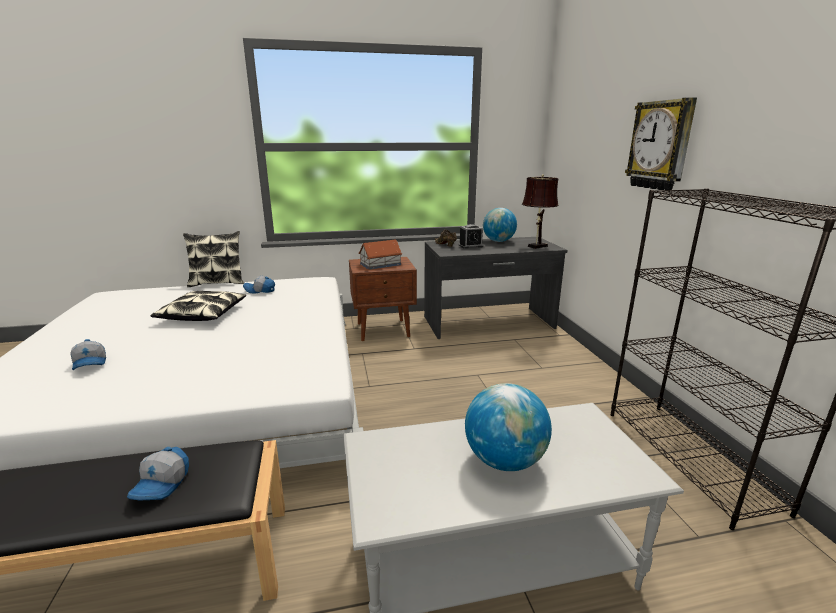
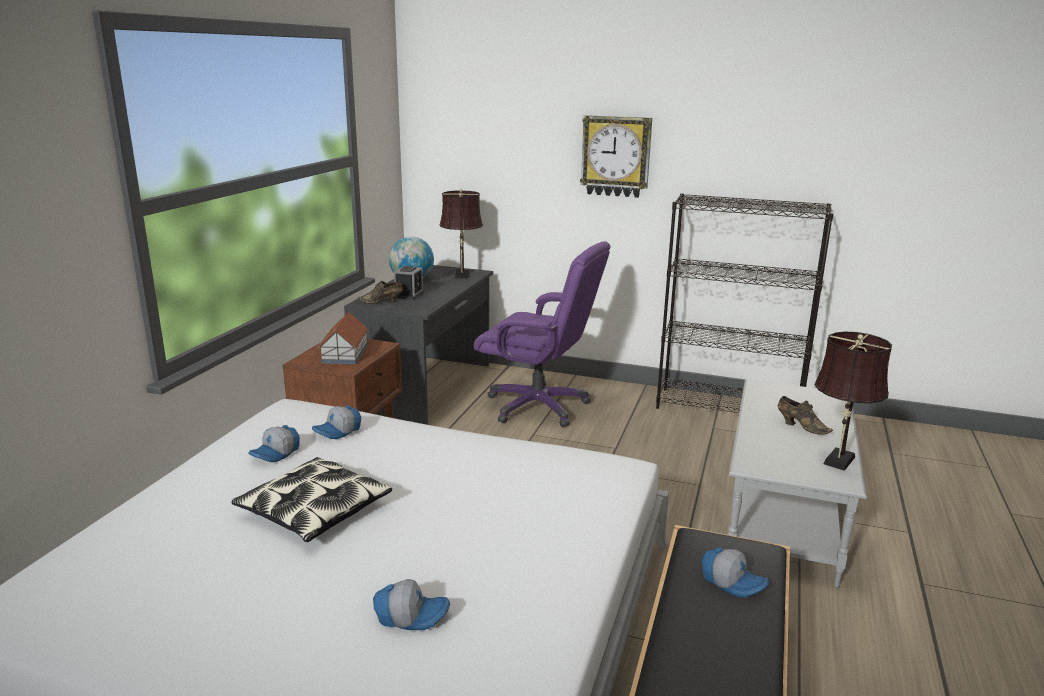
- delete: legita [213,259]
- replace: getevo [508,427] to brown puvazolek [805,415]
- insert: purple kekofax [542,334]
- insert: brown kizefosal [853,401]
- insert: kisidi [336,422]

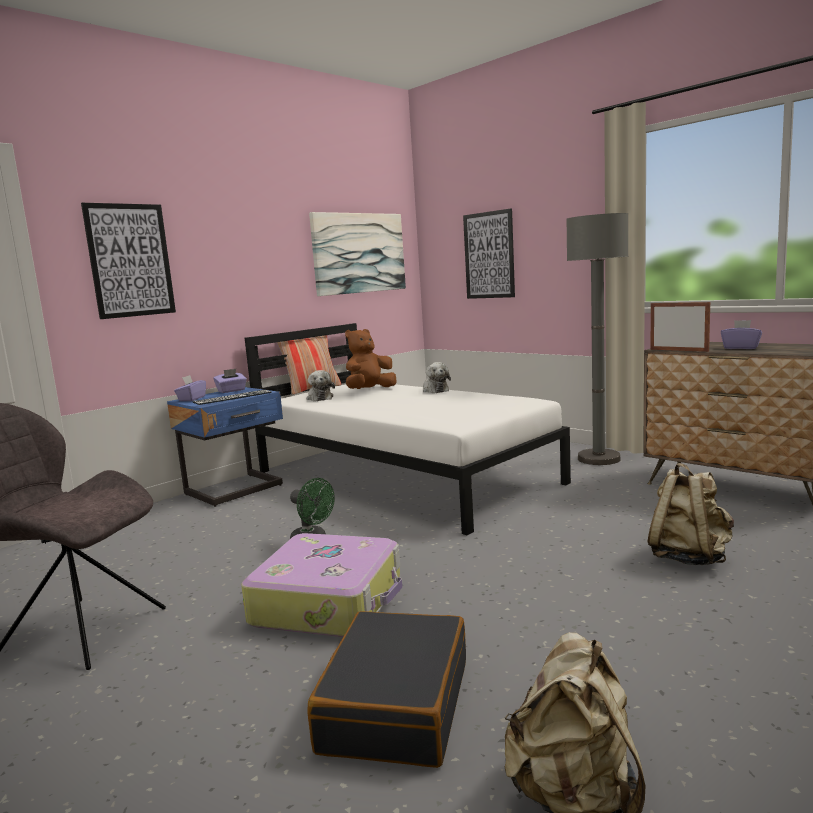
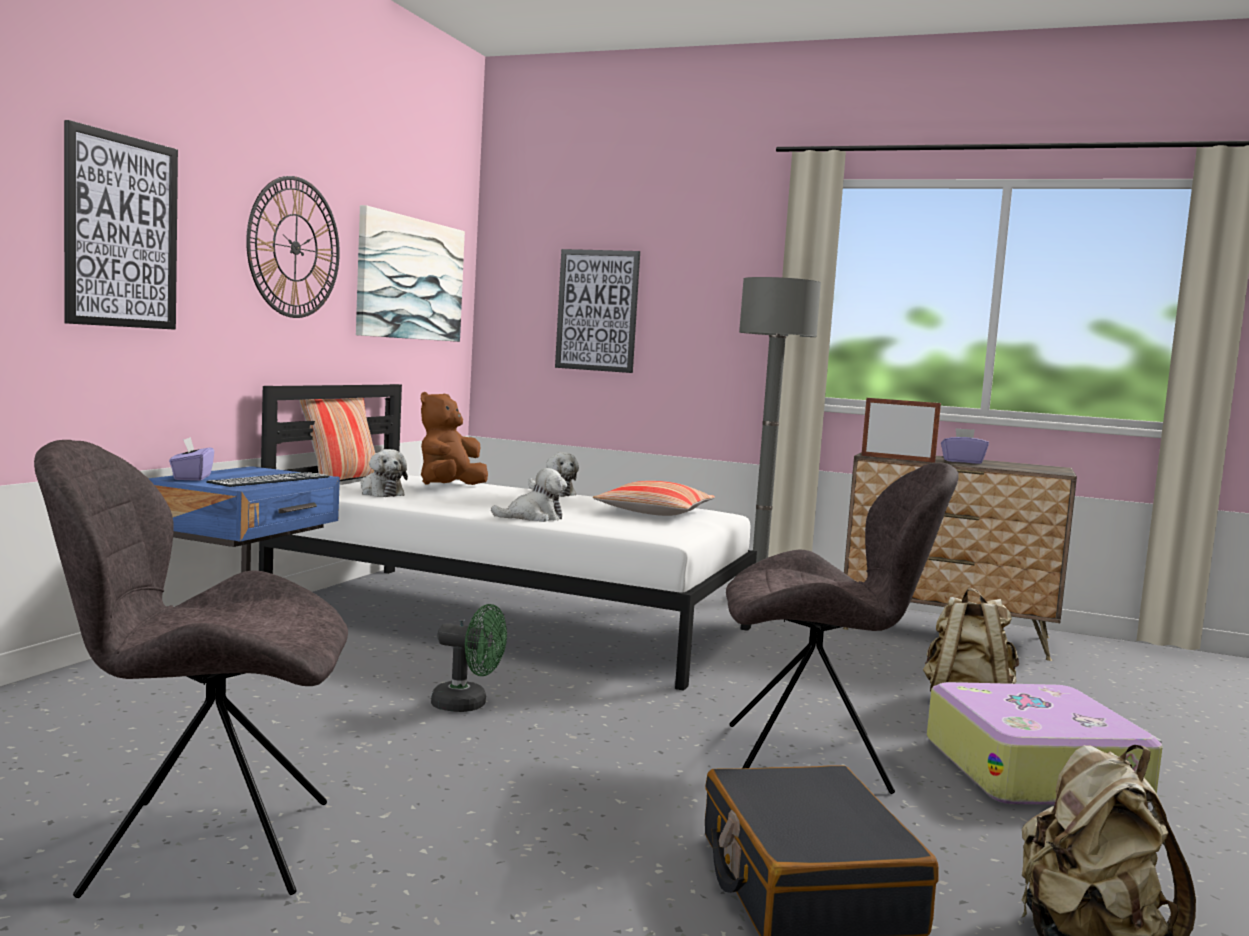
- delete: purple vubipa [230,381]
- move: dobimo [322,585] to [1044,743]
- insert: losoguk [293,247]
- insert: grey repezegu [842,628]
- insert: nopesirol [529,495]
- insert: legita [654,498]

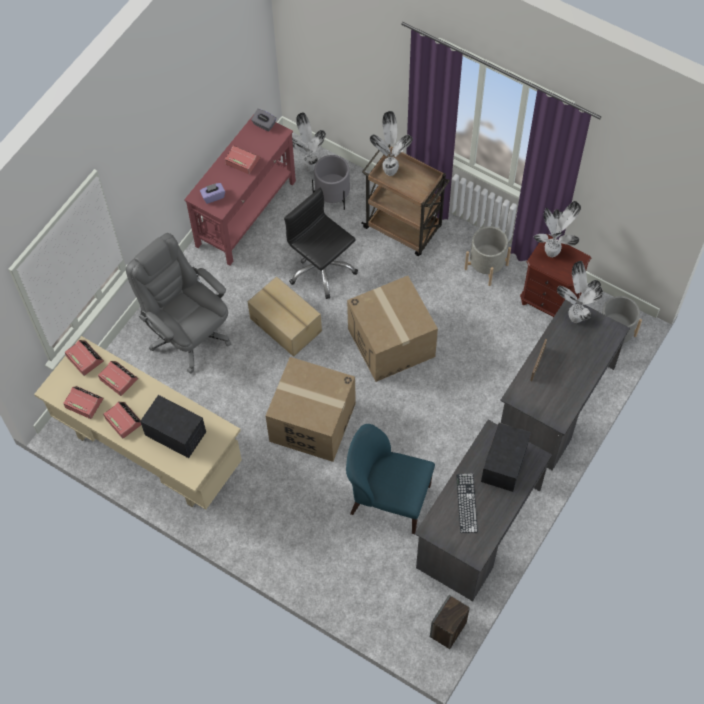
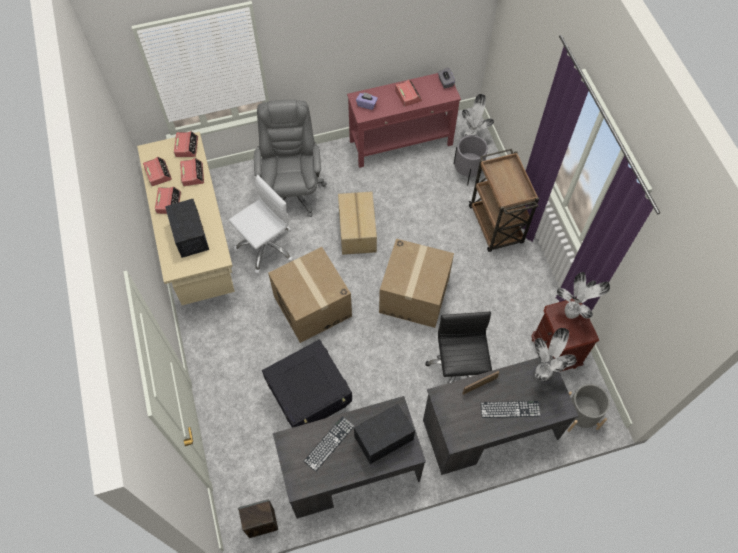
- delete: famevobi [391,143]
- move: black kekofax [321,243] to [458,347]
- delete: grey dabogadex [487,256]
- replace: blue repezegu [390,479] to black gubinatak [307,383]
- insert: white kekofax [261,224]
- insert: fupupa [510,409]

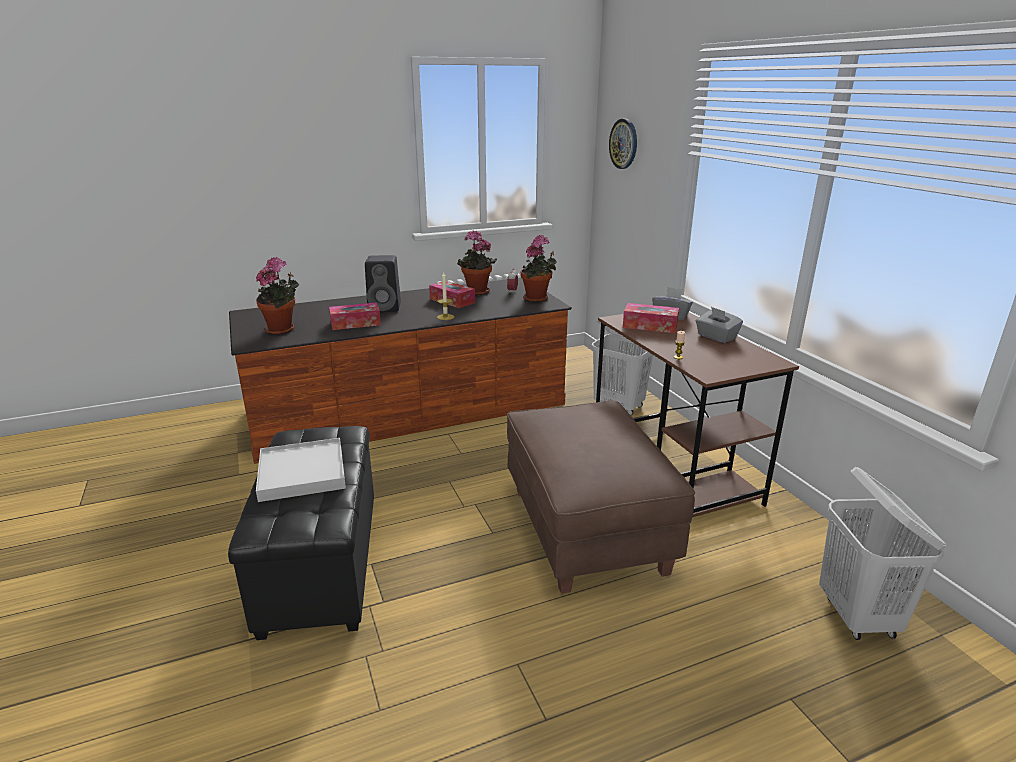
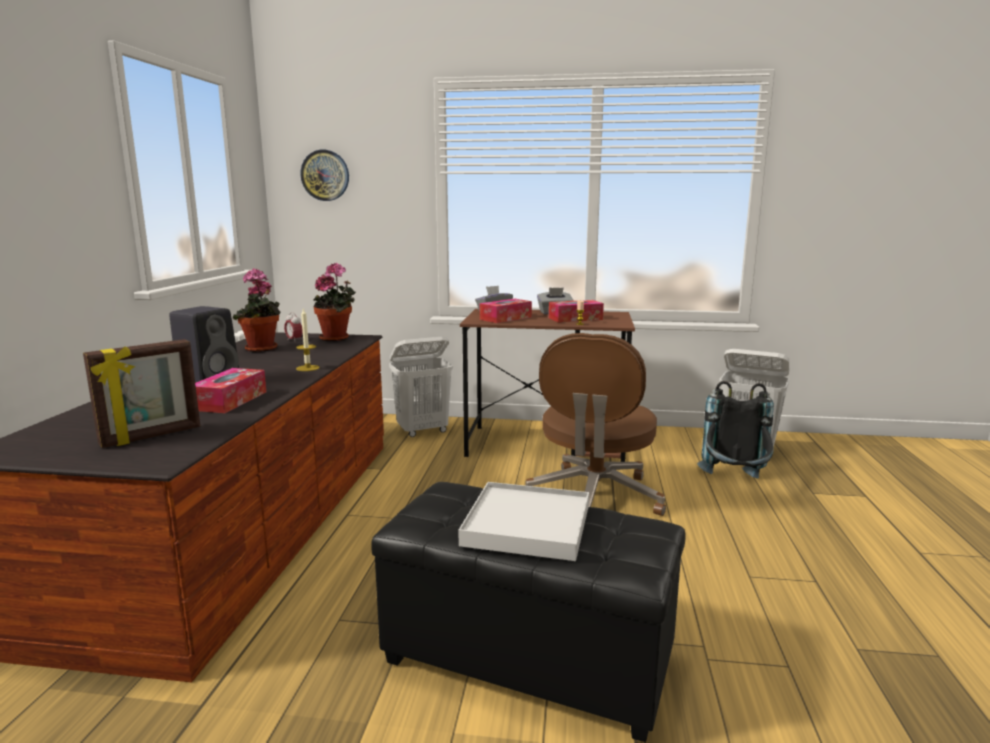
- replace: famevobi [277,296] to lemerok [141,393]
- move: vubipa [452,294] to [576,311]
- replace: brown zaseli [601,497] to brown kekofax [595,424]
- insert: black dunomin [735,429]

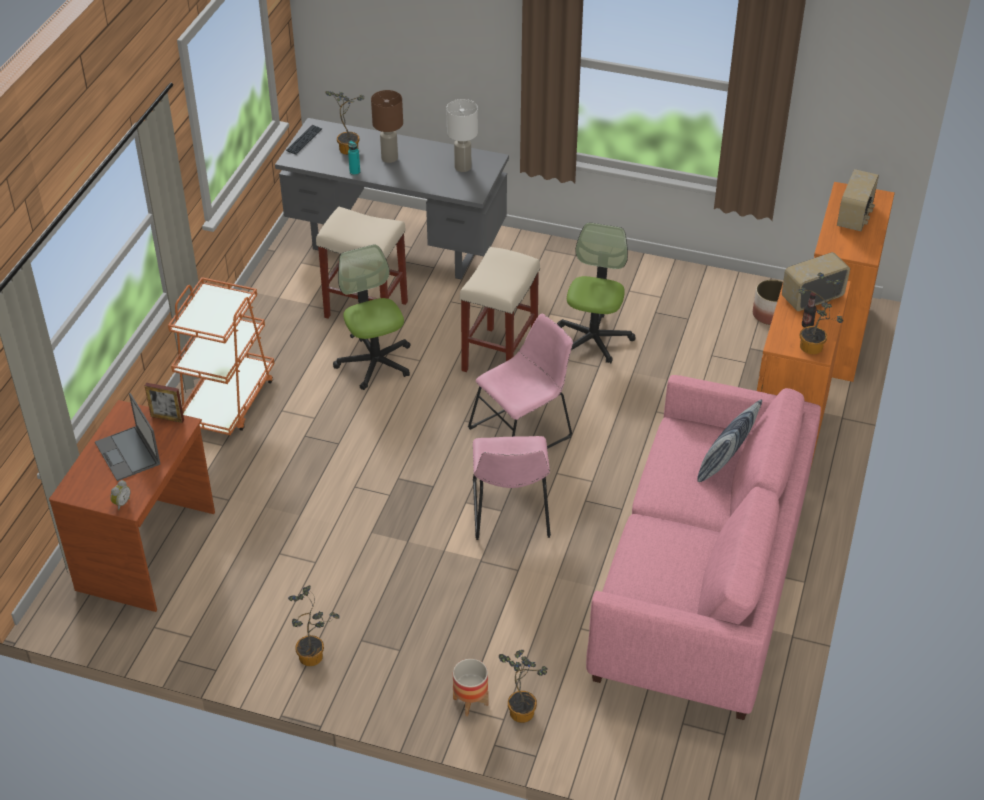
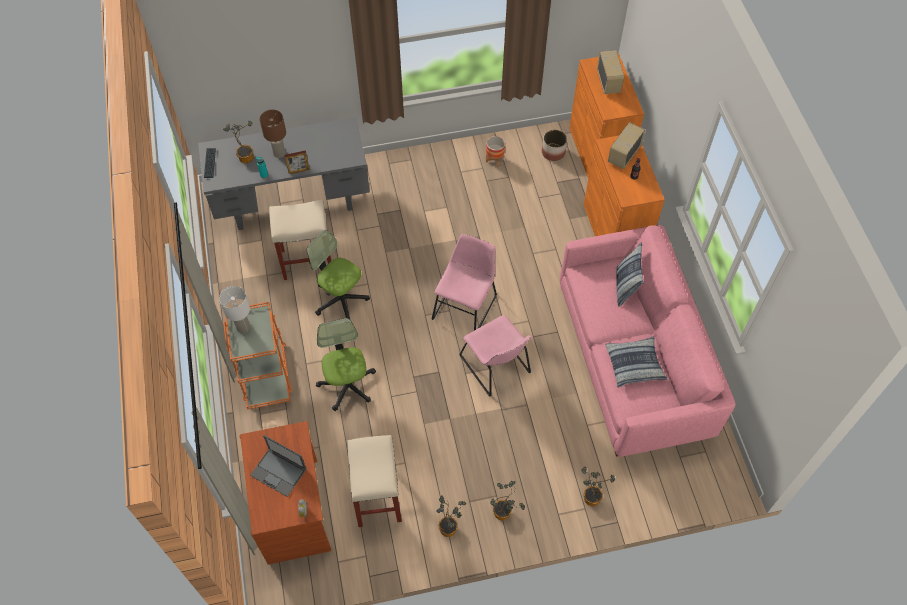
- move: white kizefosal [462,135] to [234,309]
- move: kekofax [596,292] to [346,364]
- move: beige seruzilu [500,309] to [374,481]
- move: famevobi [821,313] to [507,500]
- move: lemerok [164,403] to [297,162]
- move: dabogadex [471,687] to [495,151]
- insert: legita [636,361]

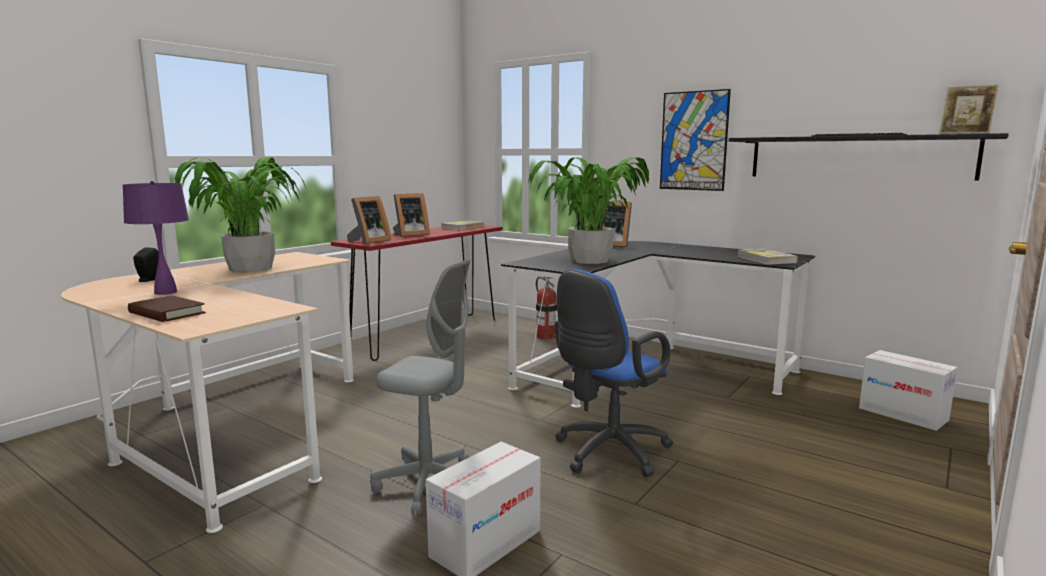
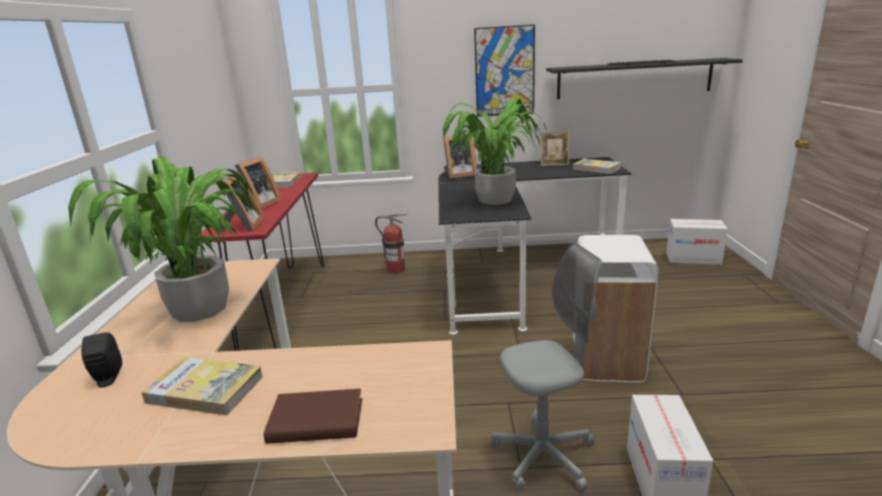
- move: lemerok [969,109] to [555,149]
- replace: purple kizefosal [155,238] to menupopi [202,386]
- replace: blue kekofax [614,373] to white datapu [615,308]

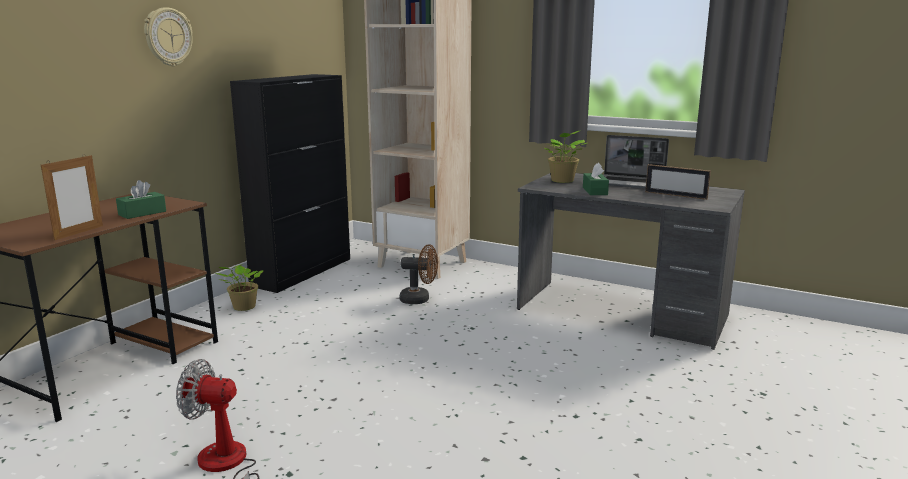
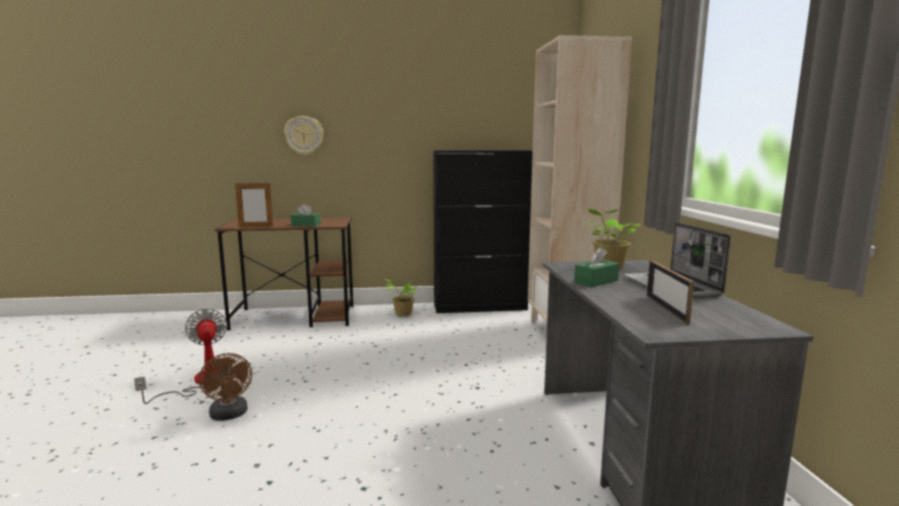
- move: losoguk [168,36] to [304,136]
- move: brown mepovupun [419,274] to [225,387]

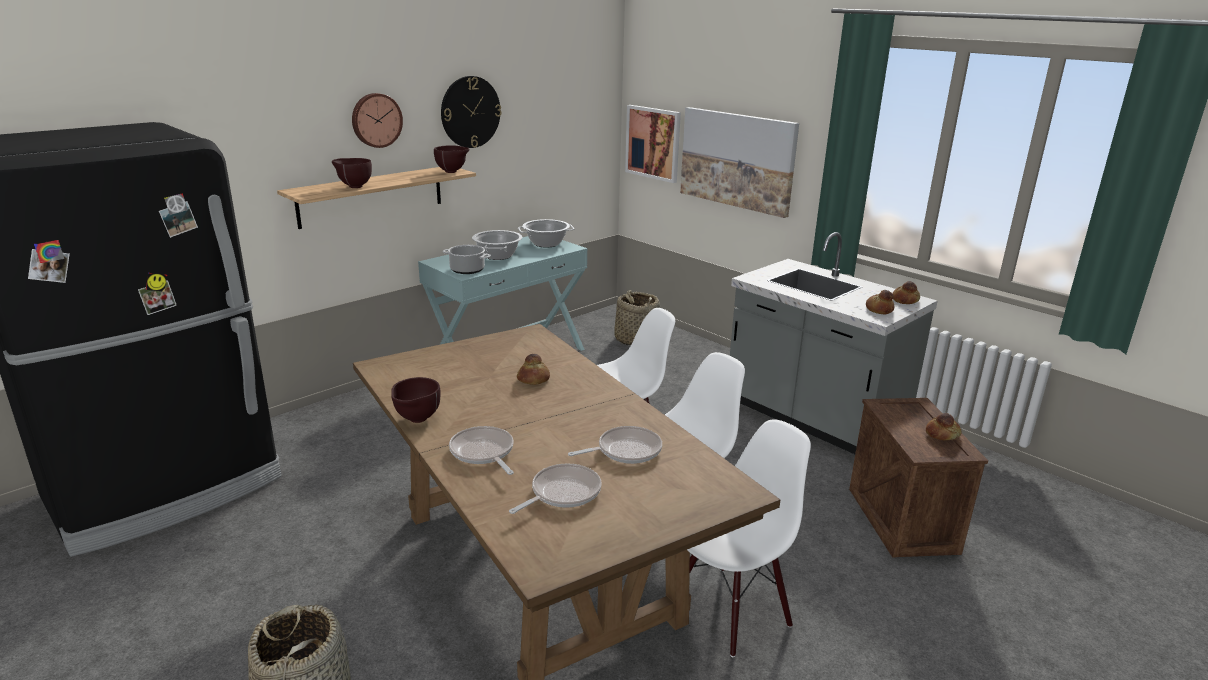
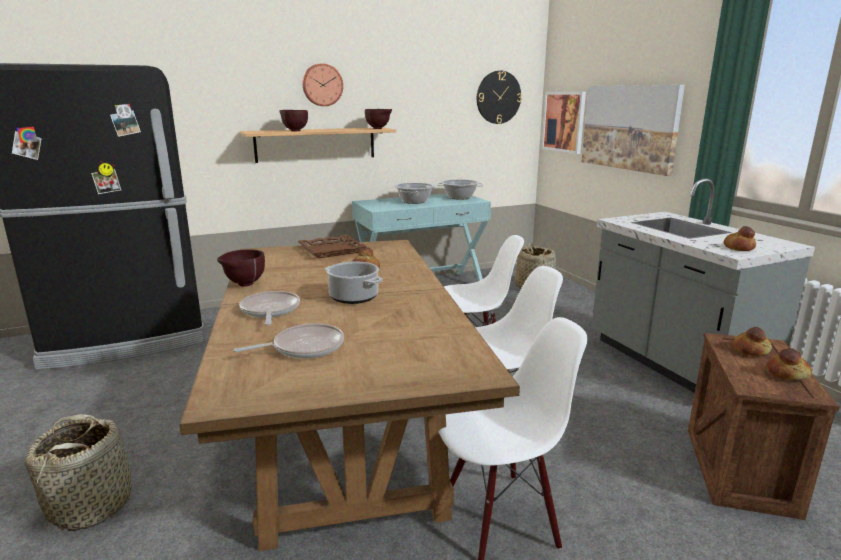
- move: losoguk [471,112] to [499,97]
- move: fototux [467,259] to [354,283]
- move: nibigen [906,292] to [752,341]
- delete: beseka [615,445]
- insert: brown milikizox [332,246]

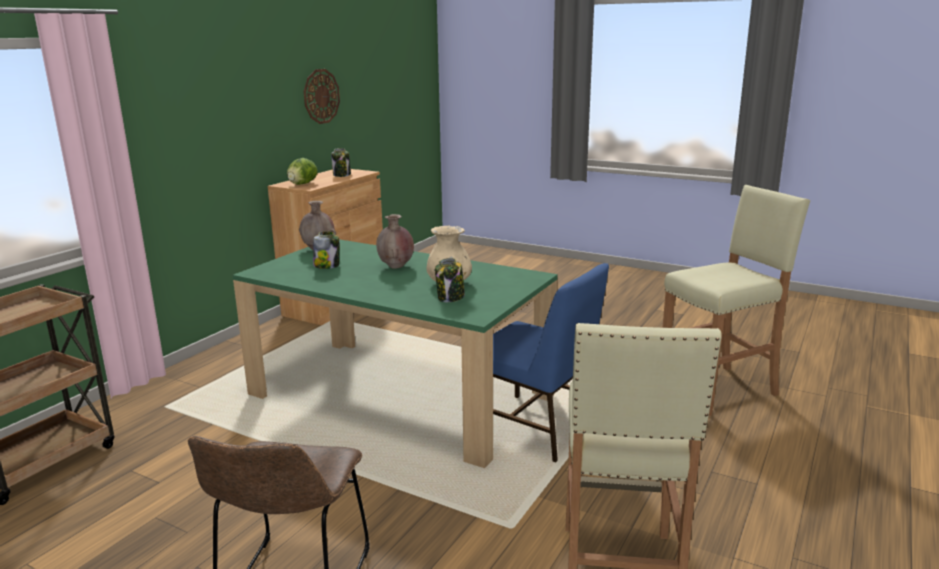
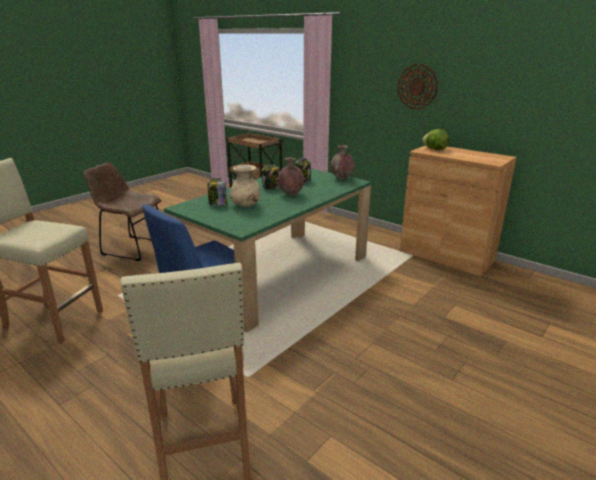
- move: losoguk [322,96] to [417,87]
- move: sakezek [341,162] to [270,177]

